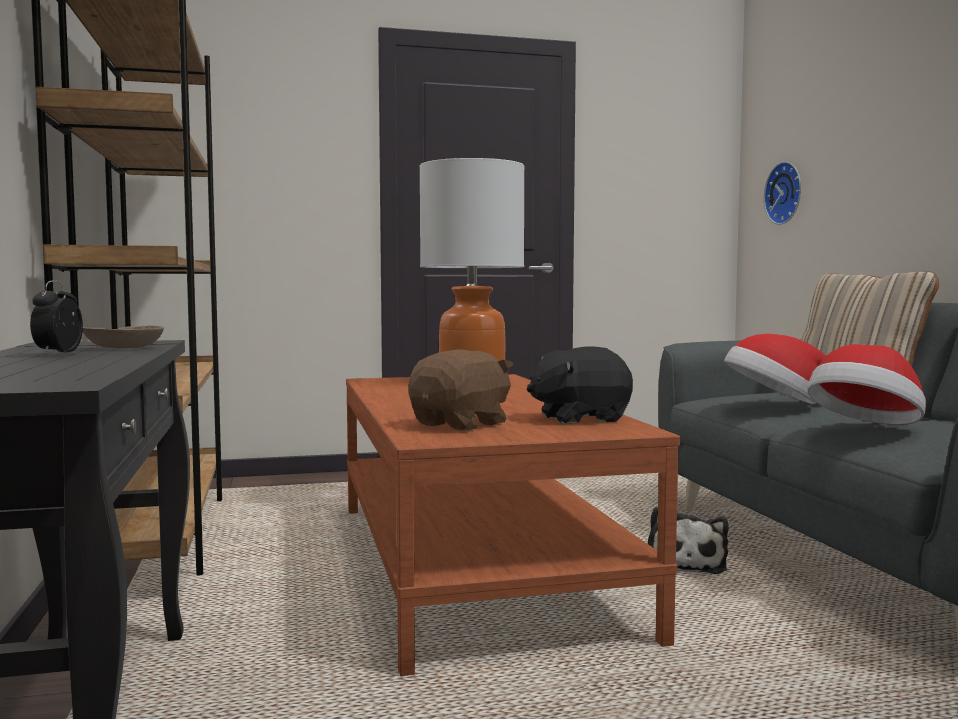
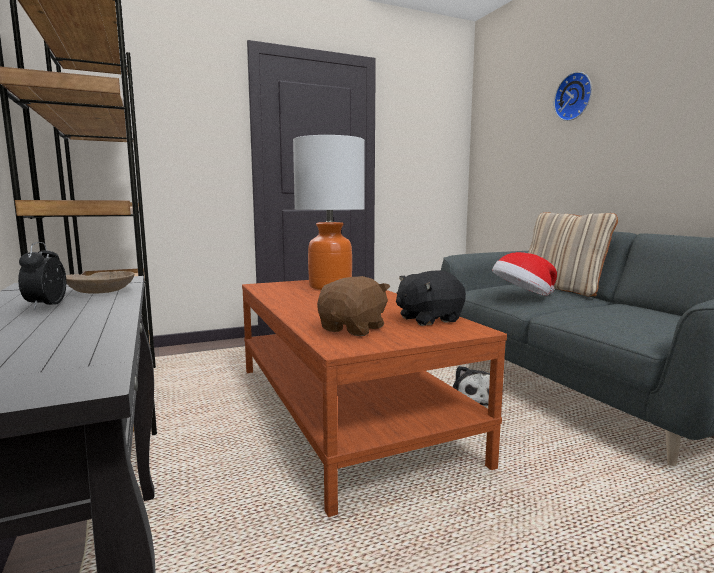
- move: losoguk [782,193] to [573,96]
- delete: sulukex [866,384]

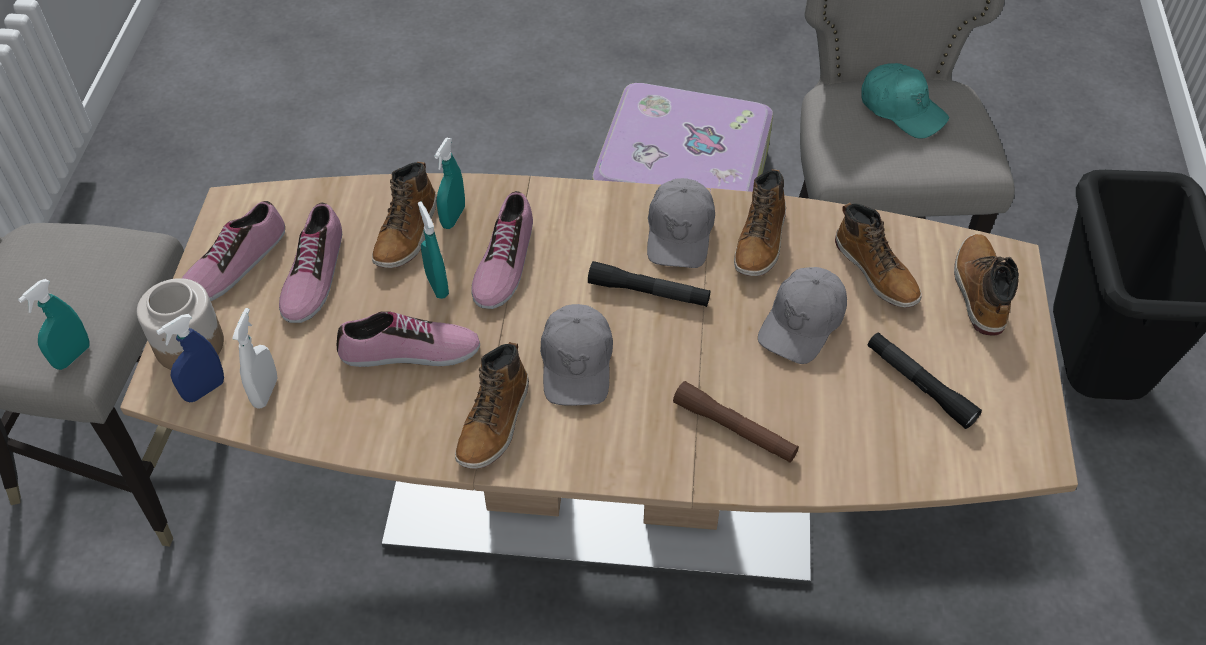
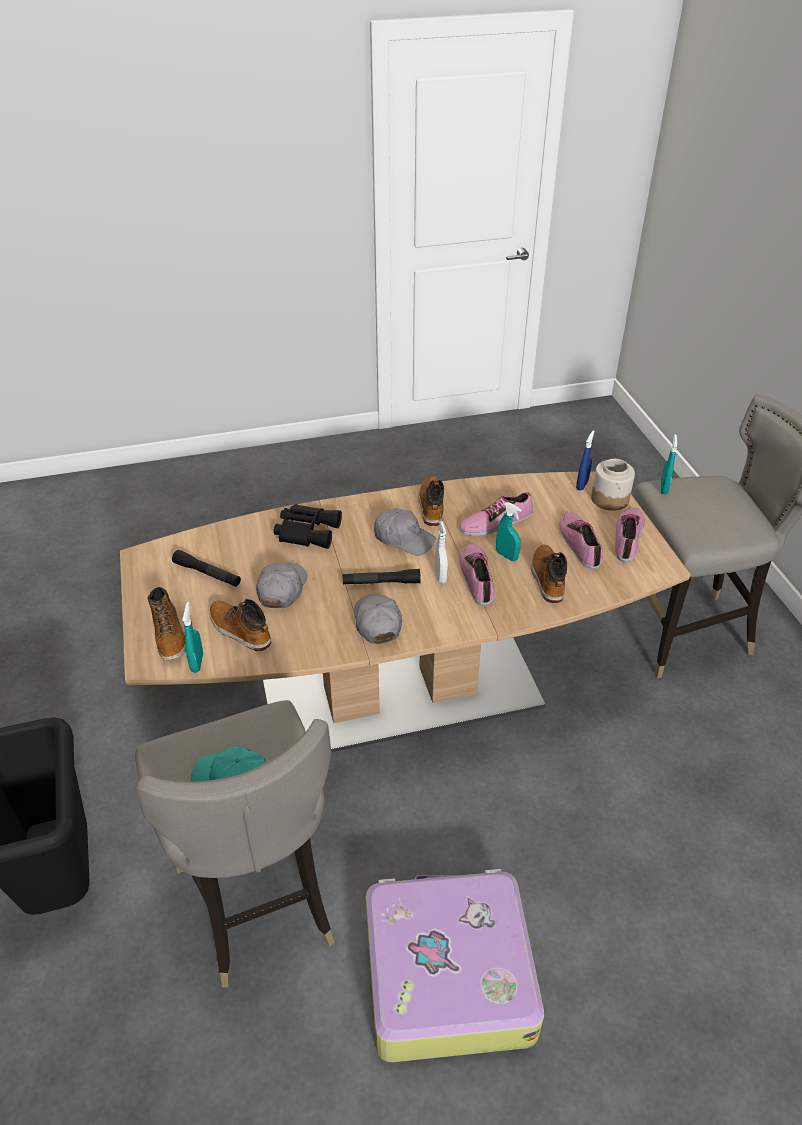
- move: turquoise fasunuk [449,183] to [192,637]
- delete: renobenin [760,222]
- rotate: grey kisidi [576,355] = [405,532] 135 degrees clockwise
- move: white fasunuk [254,358] to [441,552]
- replace: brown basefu [736,422] to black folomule [308,526]

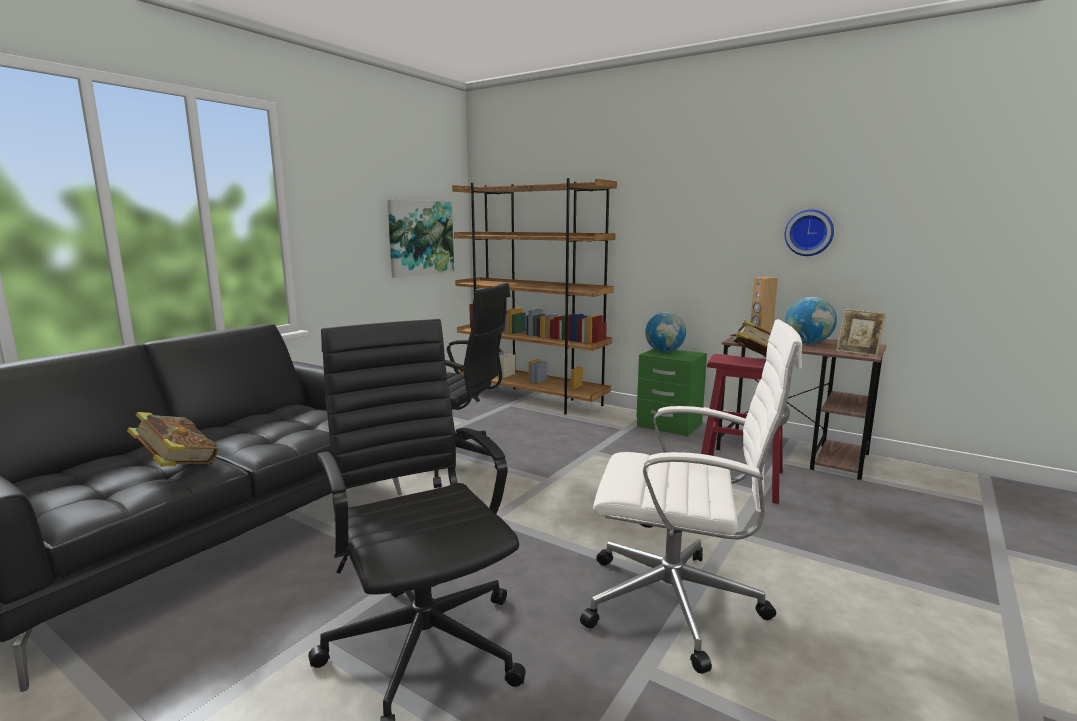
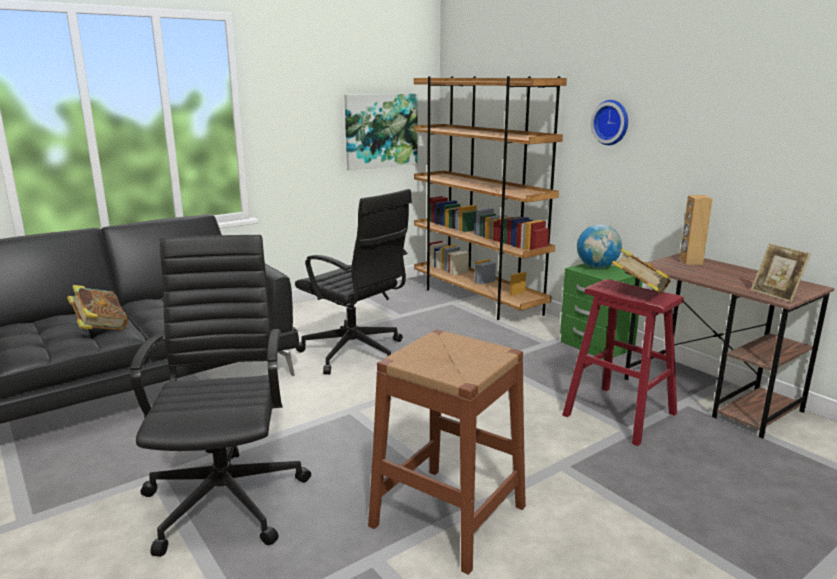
- move: losoguk [809,232] to [609,122]
- delete: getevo [811,320]
- replace: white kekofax [691,496] to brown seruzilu [447,452]

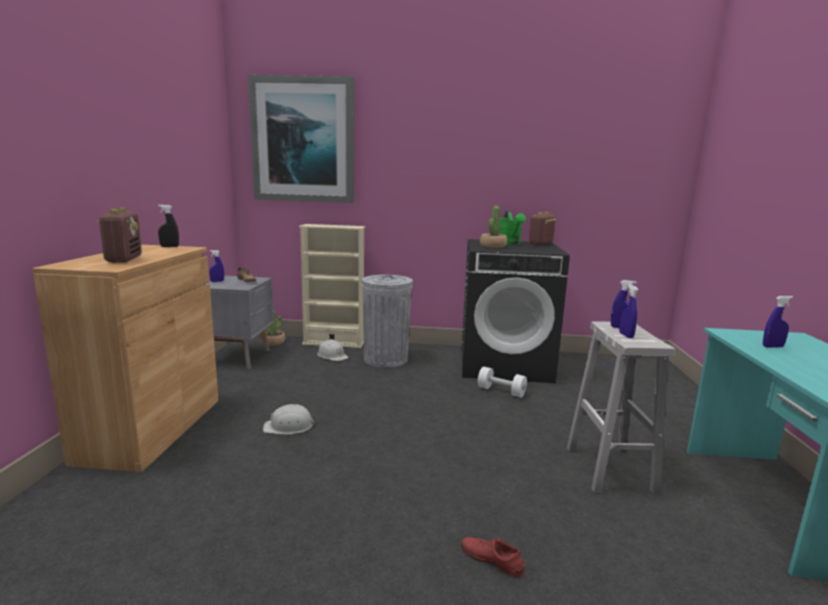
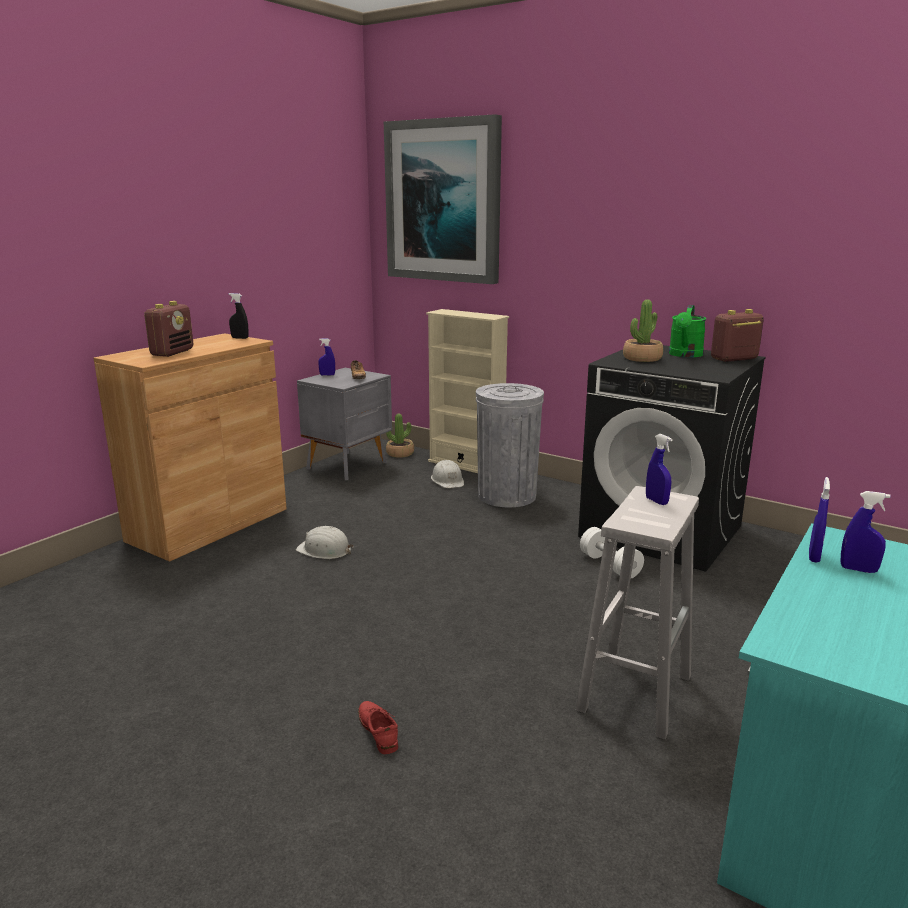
- move: blue fasunuk [629,311] to [819,520]

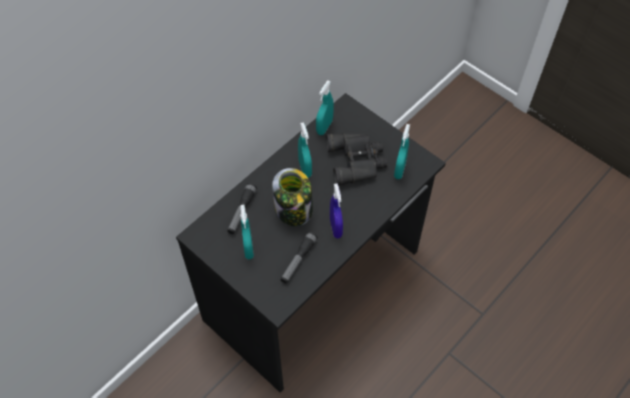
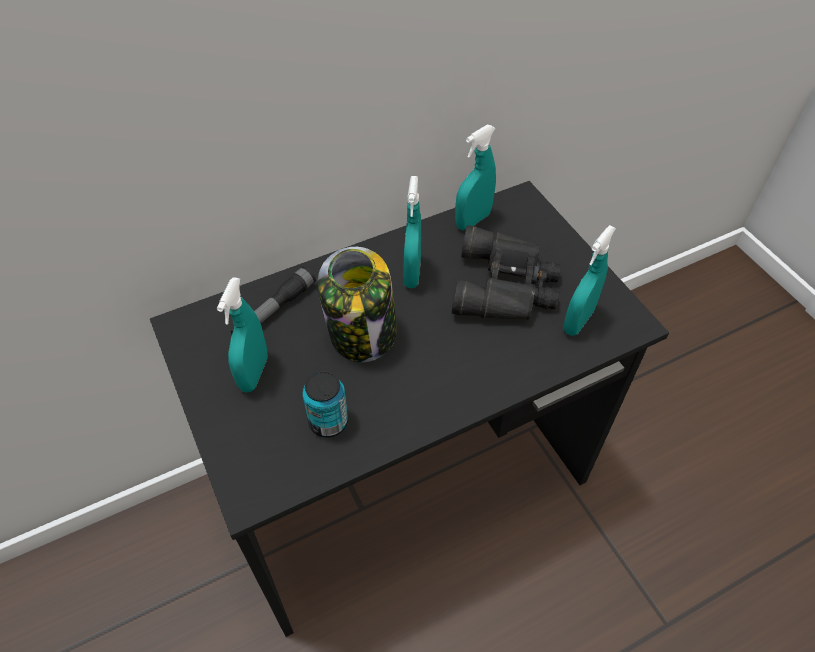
- delete: blue fasunuk [336,210]
- replace: basefu [299,257] to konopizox [325,404]

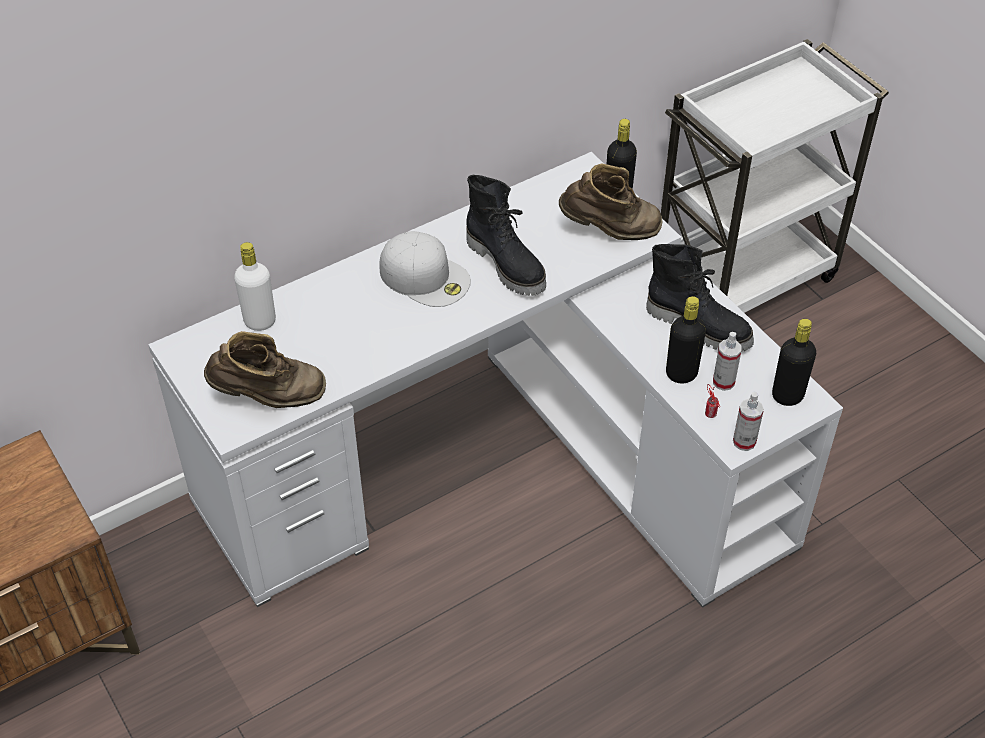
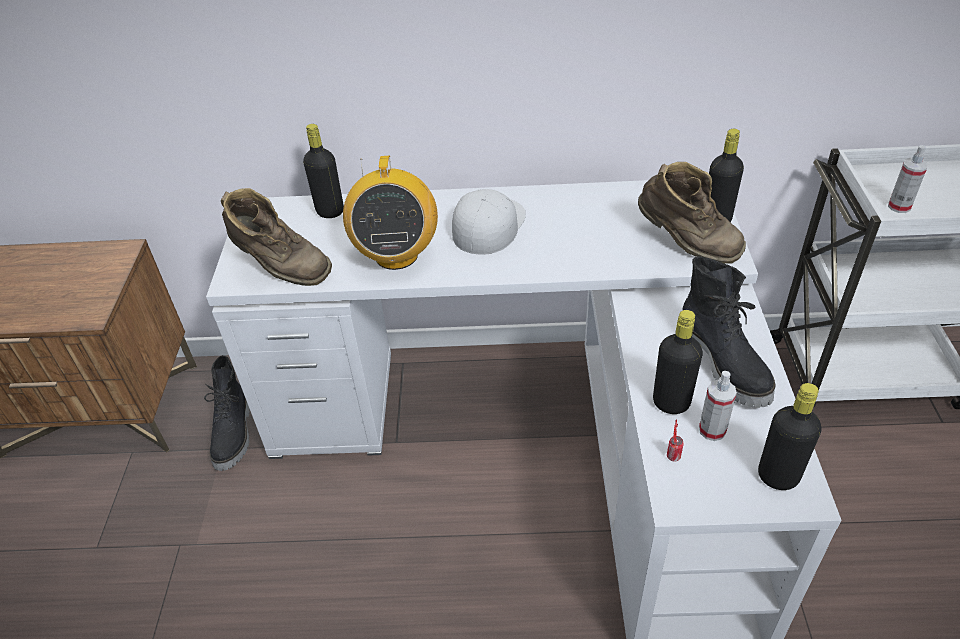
- move: black renobenin [506,235] to [227,413]
- rotate: white kisidi [425,269] = [489,222] 135 degrees counterclockwise
- recolor: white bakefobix [255,286] to black bakefobix [323,171]
- move: fasunuk [748,421] to [908,179]
- insert: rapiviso [390,213]

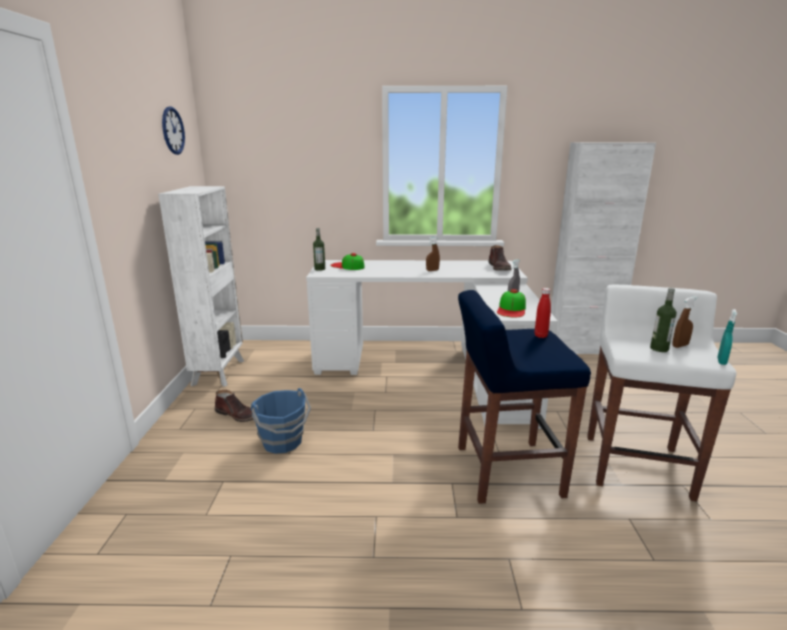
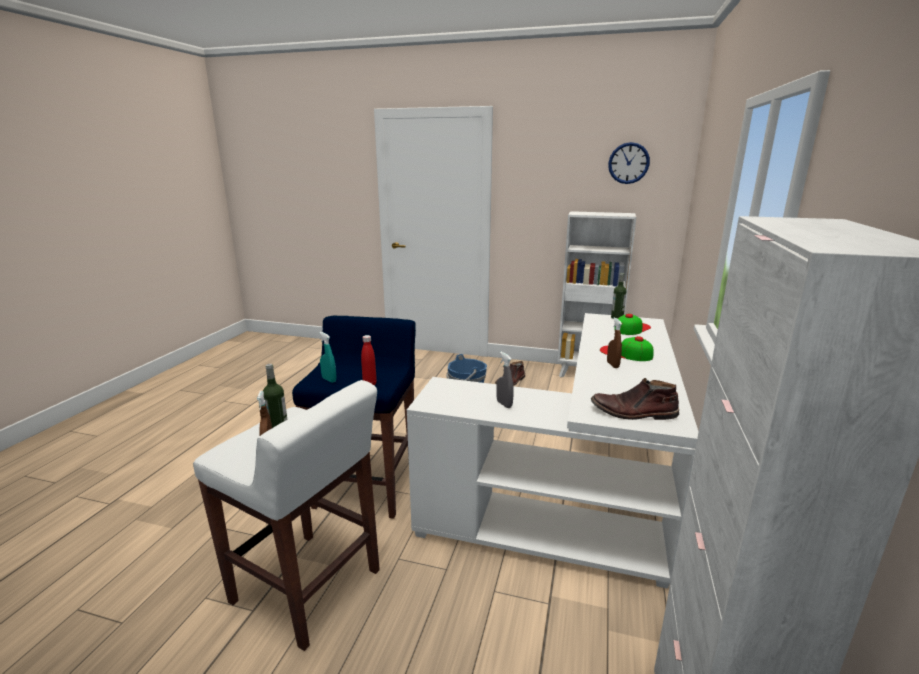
- move: kisidi [511,303] to [627,348]
- move: turquoise fasunuk [727,337] to [327,357]

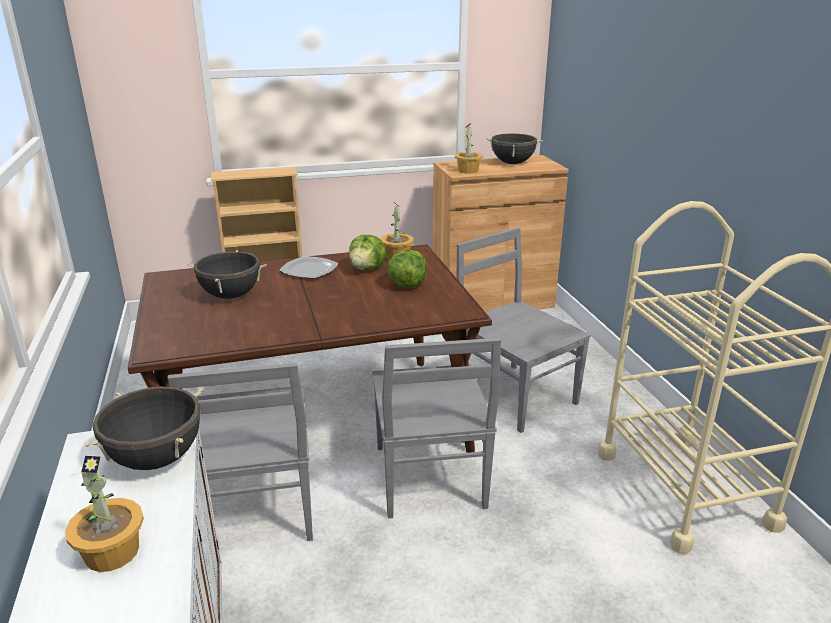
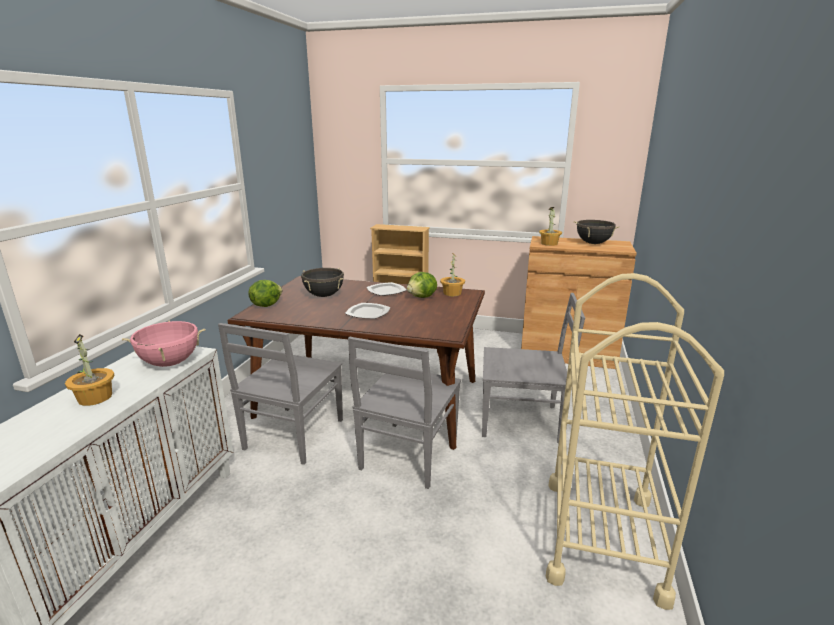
- rotate: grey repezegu [524,330] = [533,368] 105 degrees clockwise
- move: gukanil [407,269] to [265,293]
- recolor: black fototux [144,428] to pink fototux [163,343]
- insert: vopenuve [367,311]

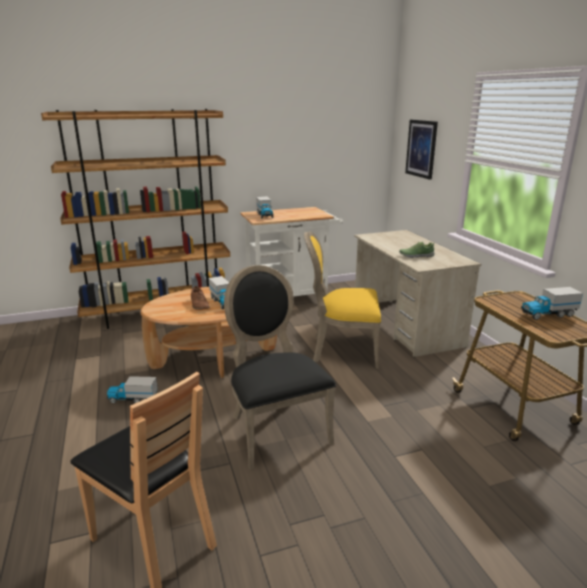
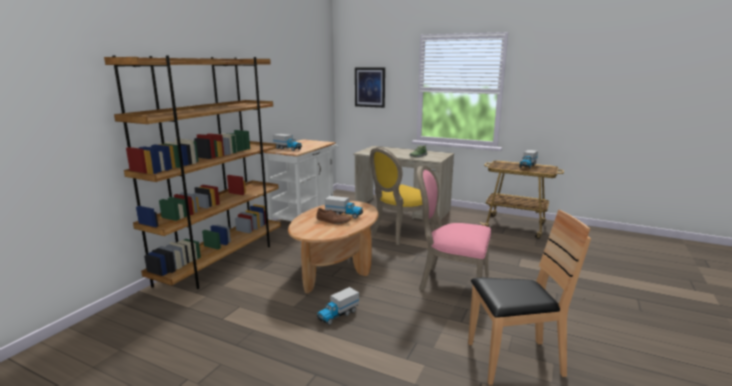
- recolor: black repezegu [280,367] to pink repezegu [454,236]

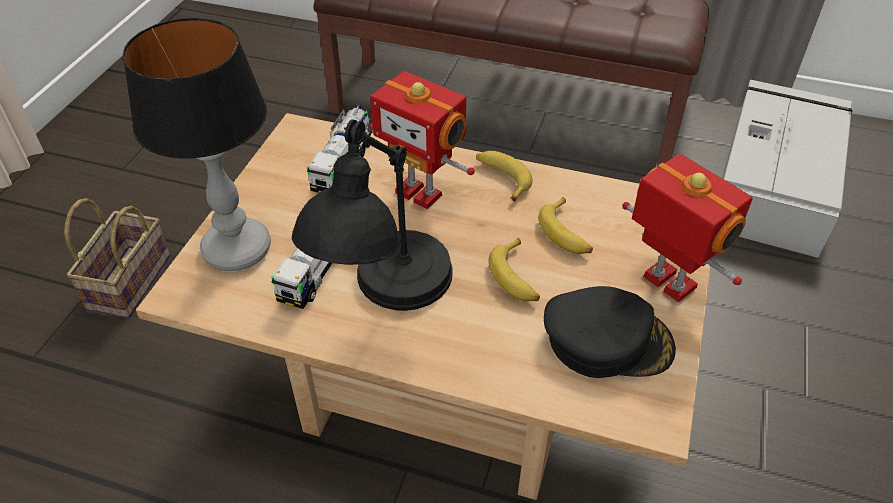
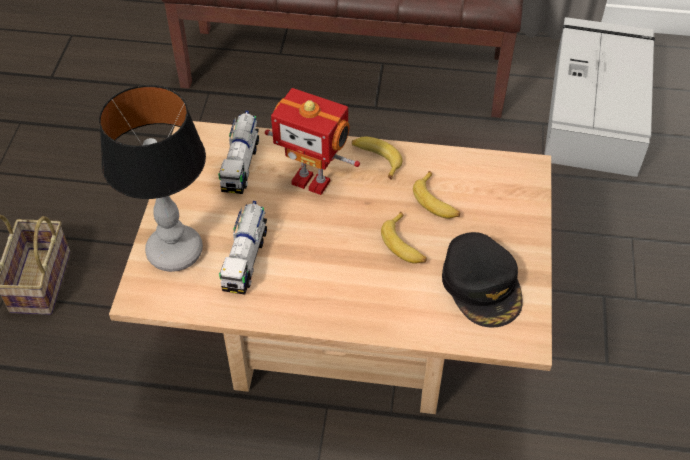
- delete: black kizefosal [372,215]
- delete: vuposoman [687,227]
- rotate: black kisidi [610,332] = [482,280] 75 degrees clockwise

